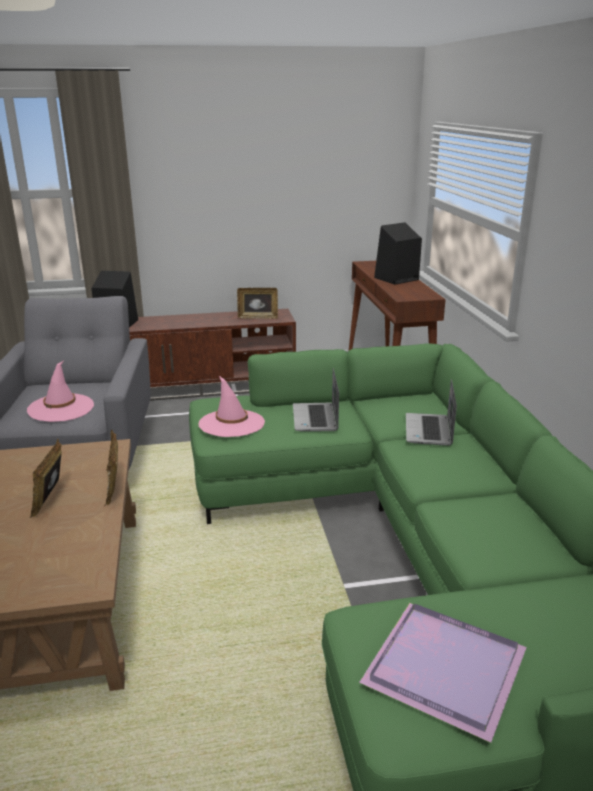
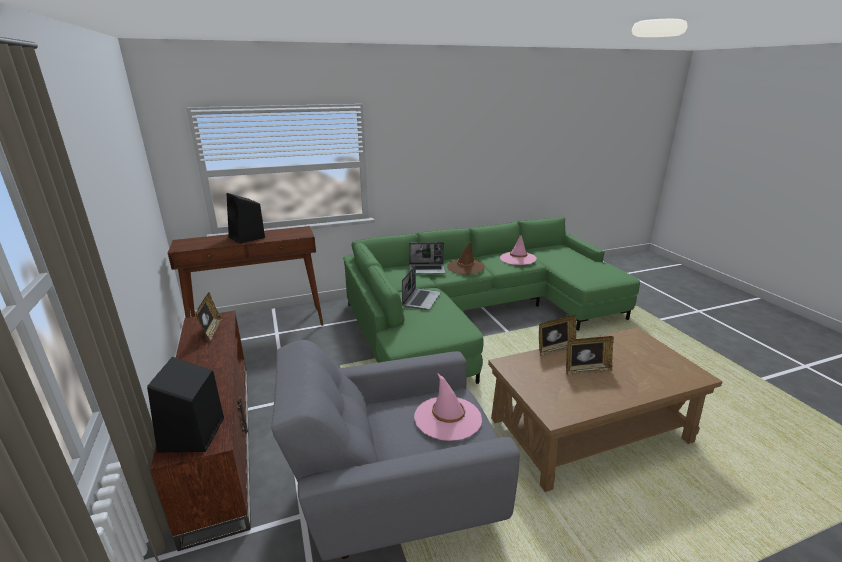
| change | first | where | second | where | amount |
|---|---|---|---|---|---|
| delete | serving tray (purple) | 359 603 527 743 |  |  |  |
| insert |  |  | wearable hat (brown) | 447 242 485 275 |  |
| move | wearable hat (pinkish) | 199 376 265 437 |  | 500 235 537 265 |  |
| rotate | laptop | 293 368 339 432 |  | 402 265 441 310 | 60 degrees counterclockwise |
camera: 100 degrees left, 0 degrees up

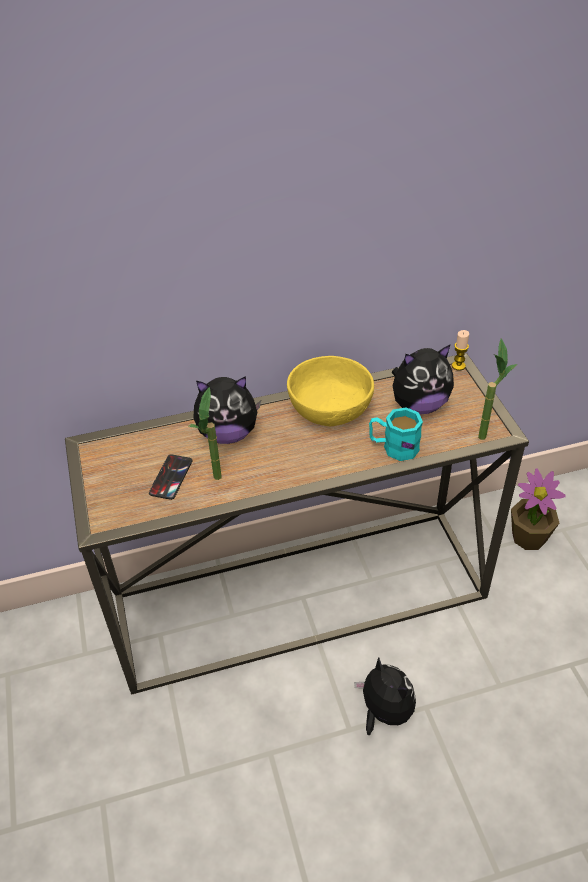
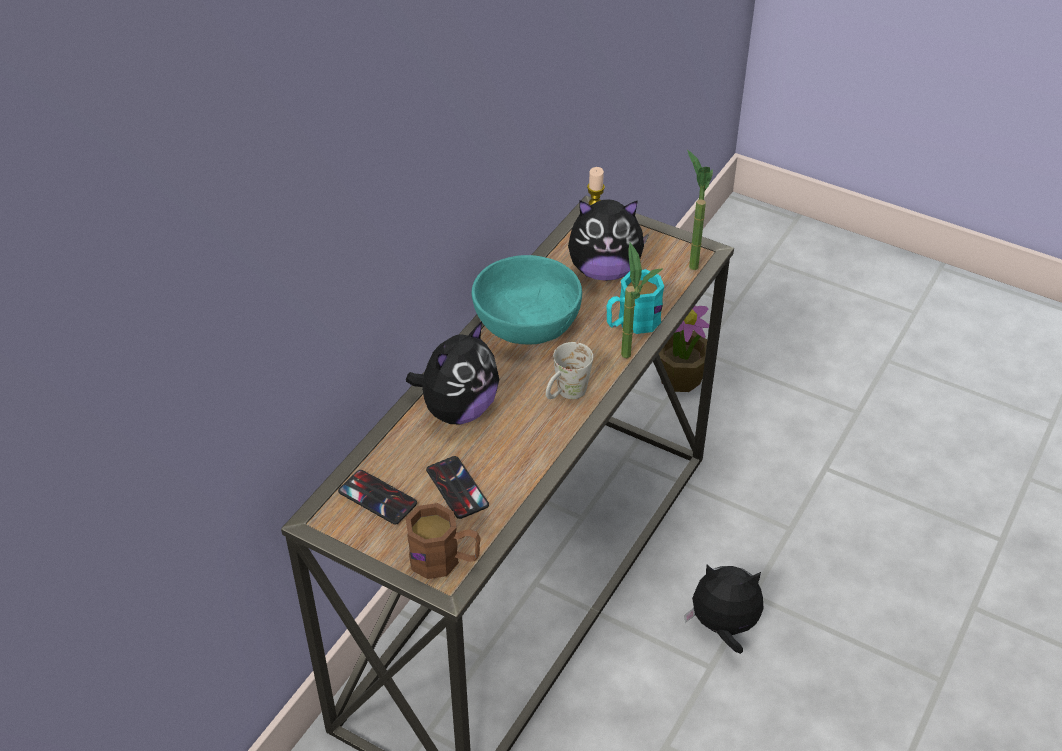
| change | first | where | second | where | amount |
|---|---|---|---|---|---|
| insert |  |  | phone | 338 470 417 525 |  |
| insert |  |  | coffee mug (brown) | 406 503 480 579 |  |
| insert |  |  | coffee mug (white-coloured) | 546 342 593 399 |  |
| move | potted plant | 189 387 222 480 |  | 621 243 662 358 |  |
| recolor | deep dish (yellowish) | 287 356 374 426 | deep dish (blue-green) | 471 255 582 345 |  |
| rotate | plush toy | 392 345 454 415 |  | 568 199 649 281 | 60 degrees clockwise |
camera: 45 degrees left, 0 degrees up

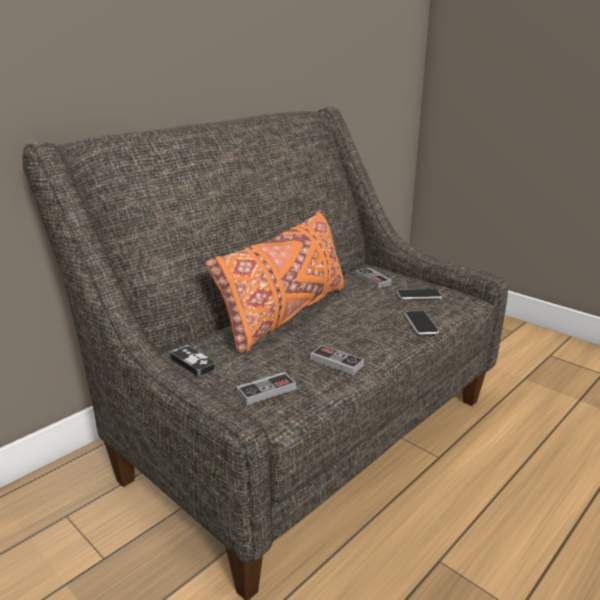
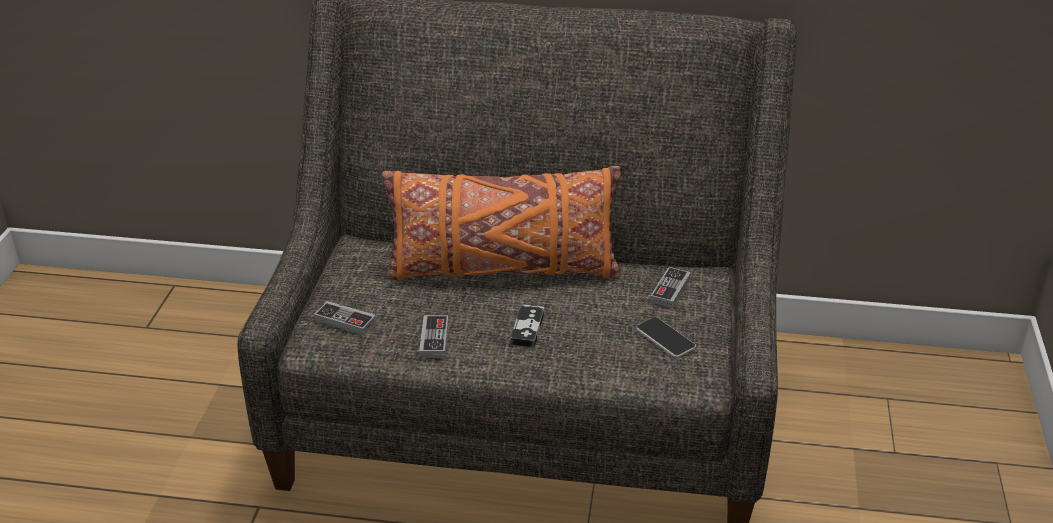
| change | first | where | second | where | amount |
|---|---|---|---|---|---|
| delete | phone | 405 311 439 335 |  |  |  |
| move | joypad | 170 345 216 377 |  | 510 304 544 348 |  |
camera: 55 degrees right, 10 degrees up

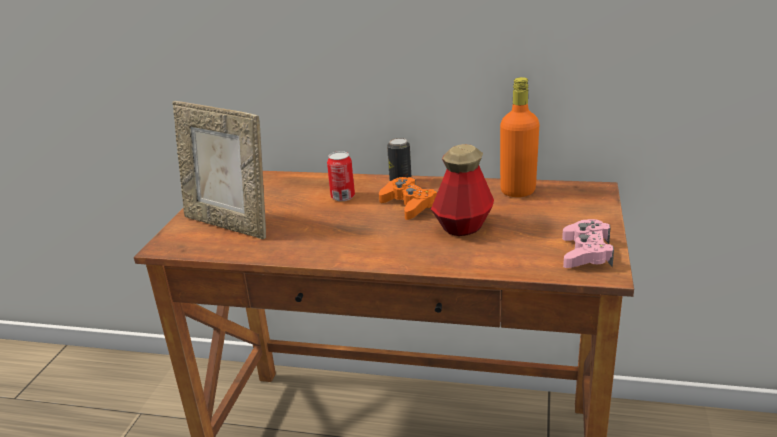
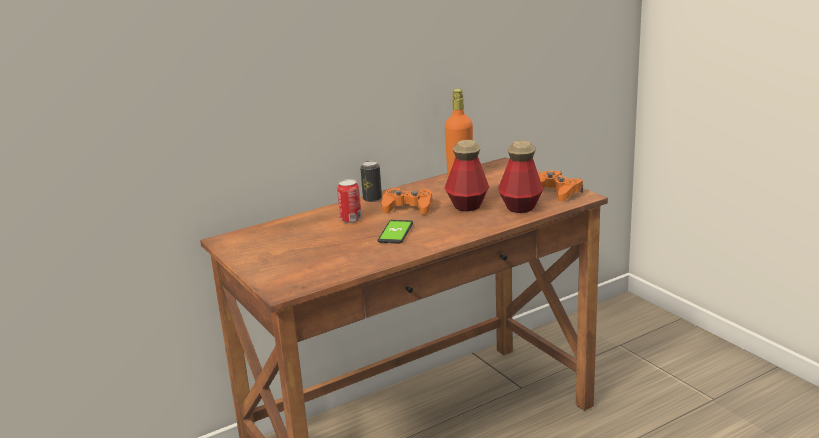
| change | first | where | second | where | amount |
|---|---|---|---|---|---|
| delete | photo frame | 173 101 266 239 |  |  |  |
| insert |  |  | phone | 378 220 413 244 |  |
| insert |  |  | bottle | 498 140 544 213 |  |
| recolor | joypad (pinkish) | 562 219 614 268 | joypad (orange) | 539 171 583 202 |  |
camera: 45 degrees left, 5 degrees down

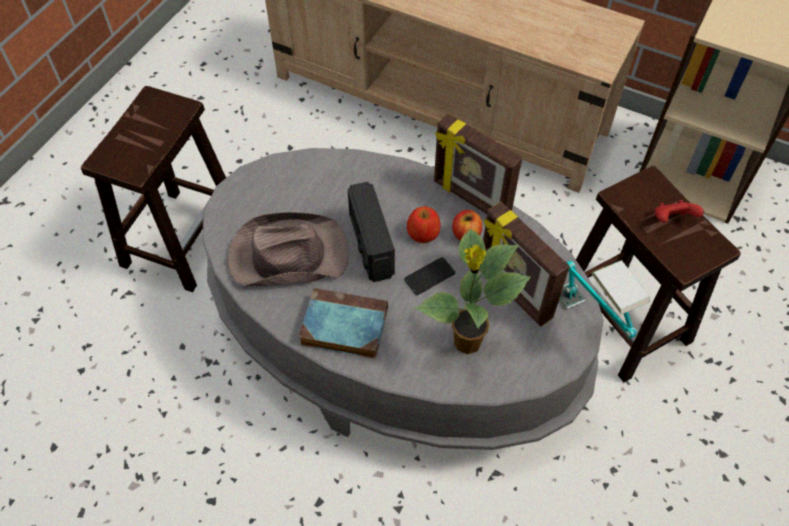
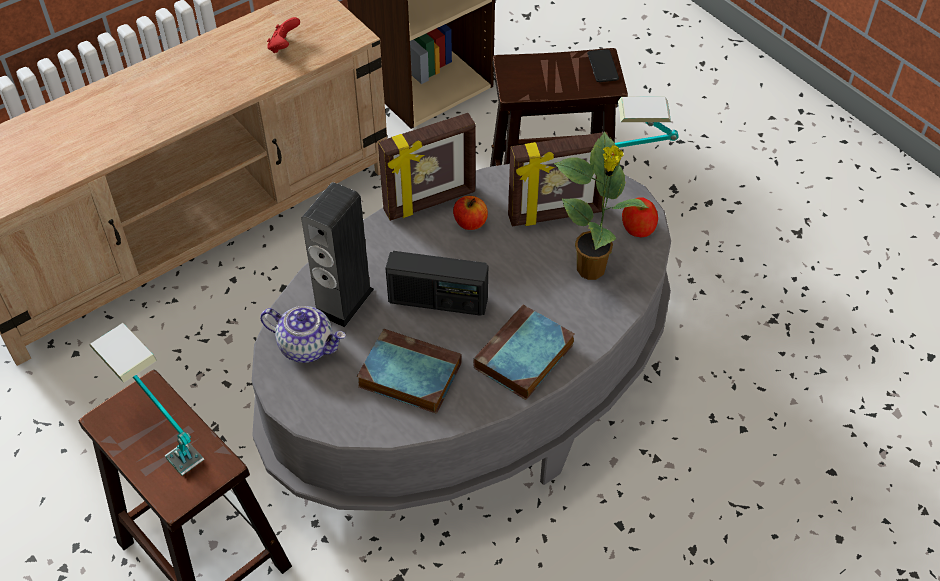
| change | first | where | second | where | amount |
|---|---|---|---|---|---|
| insert |  |  | table lamp | 89 323 204 476 |  |
| insert |  |  | pot for tea | 260 306 346 363 |  |
| insert |  |  | speaker | 301 182 374 328 |  |
| move | phone | 404 257 455 295 |  | 587 49 619 82 |  |
| move | apple | 407 206 440 243 |  | 622 197 658 237 |  |
| move | joypad (red-coloured) | 655 200 704 223 |  | 267 17 300 53 |  |
| replace | wearable hat (brown) | 227 212 348 286 | book | 357 329 462 414 |  |
camera: 65 degrees left, 5 degrees down

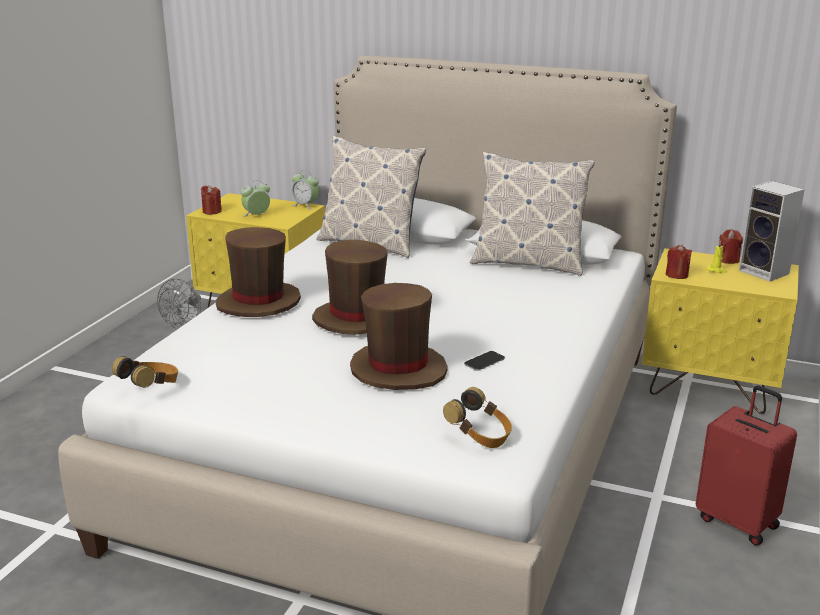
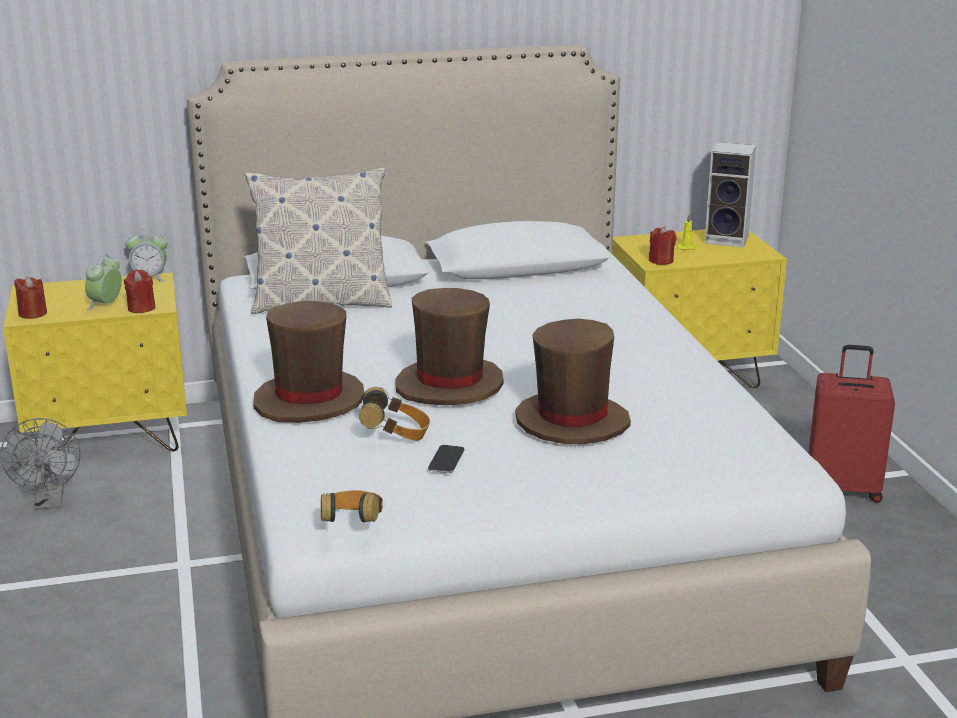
| change | first | where | second | where | amount |
|---|---|---|---|---|---|
| delete | throw pillow | 470 152 595 276 |  |  |  |
| move | headphones | 443 387 512 448 |  | 359 387 430 441 |  |
| move | phone | 464 351 505 371 |  | 428 445 464 473 |  |
| move | wax light (red-coloured) | 719 229 743 264 |  | 124 270 156 313 |  |
camera: 35 degrees left, 0 degrees up

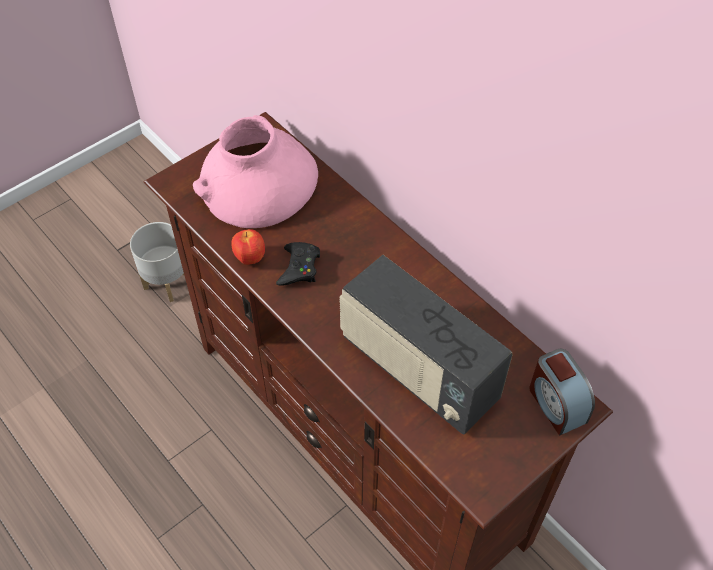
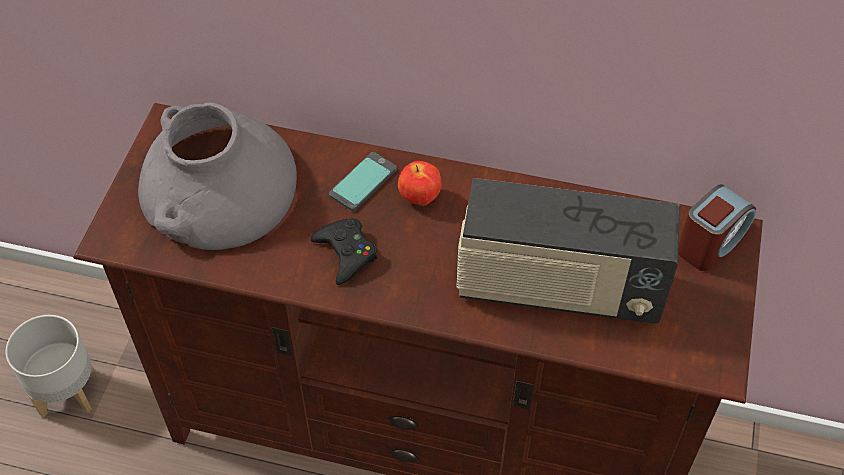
| change | first | where | second | where | amount |
|---|---|---|---|---|---|
| insert |  |  | phone | 329 152 397 212 |  |
| move | apple | 231 229 265 265 |  | 398 161 442 206 |  |
| recolor | decorative vase (pinkish) | 193 115 318 228 | decorative vase (greyish) | 138 103 297 250 |  |
| rotate | alarm clock | 529 349 595 435 |  | 678 184 756 271 | 75 degrees counterclockwise |
camera: 35 degrees left, 0 degrees up

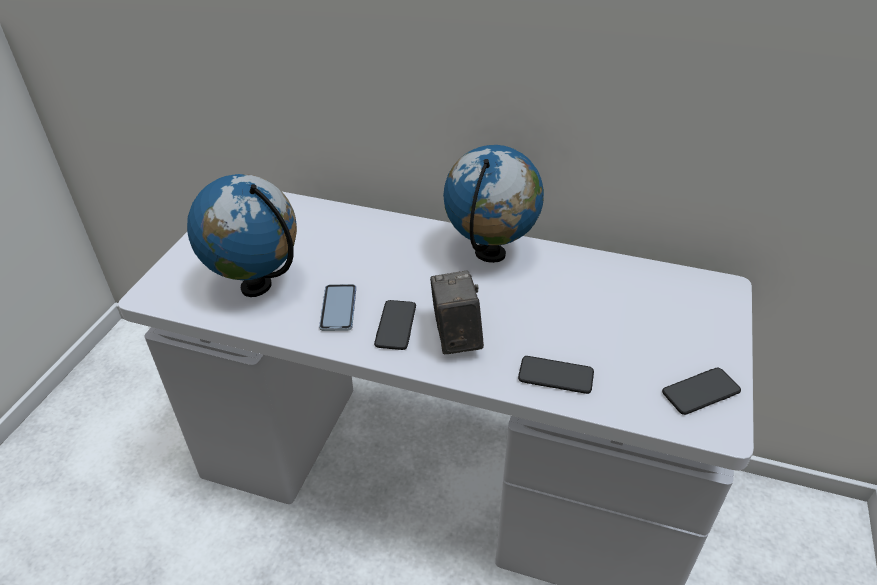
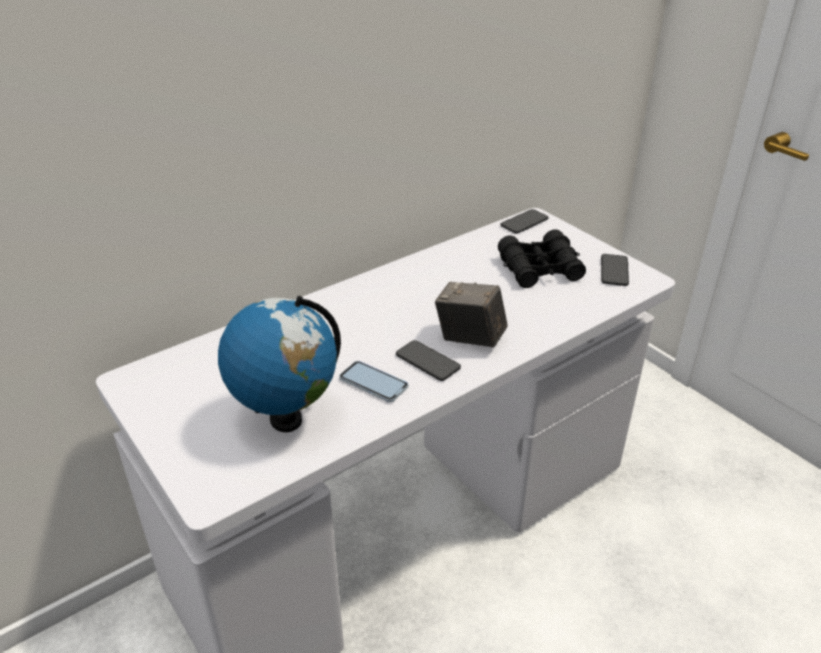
| change | first | where | second | where | amount |
|---|---|---|---|---|---|
| delete | globe | 443 145 544 263 |  |  |  |
| insert |  |  | binoculars (blackish) | 498 229 586 288 |  |
| move | phone | 518 356 594 394 |  | 500 209 549 234 |  |
camera: 55 degrees left, 5 degrees down

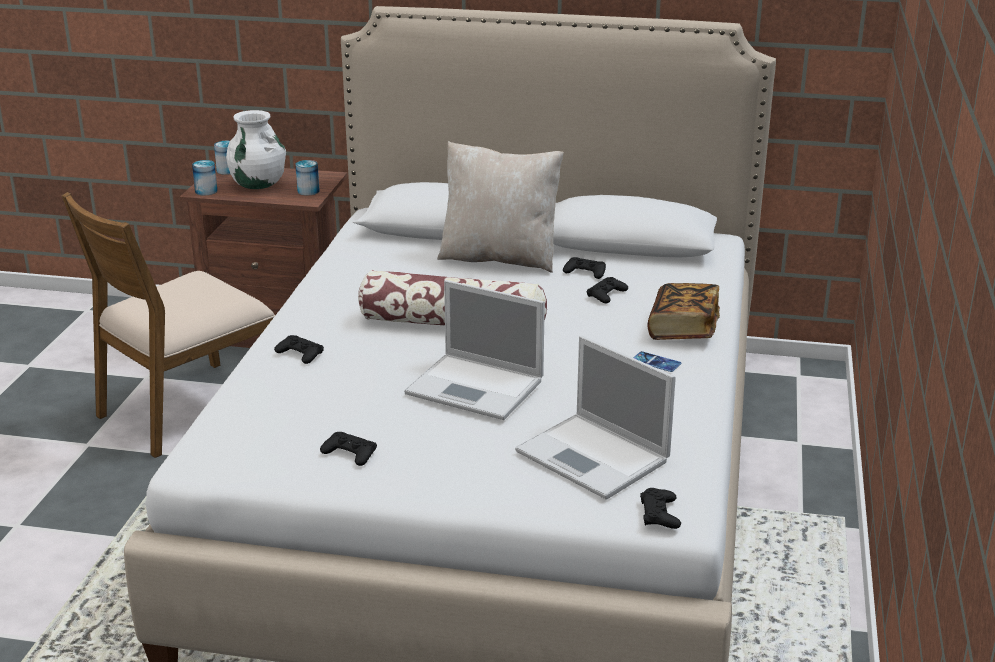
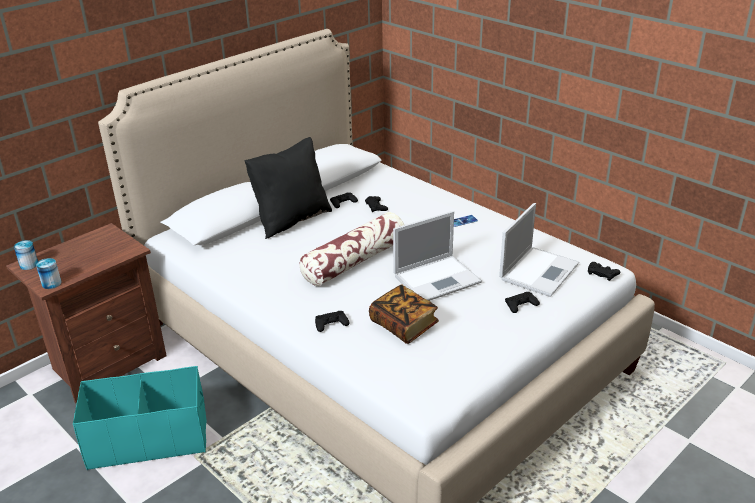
| change | first | where | second | where | amount |
|---|---|---|---|---|---|
| delete | decorative vase (white-coloured) | 226 110 286 189 |  |  |  |
| delete | can | 295 160 320 195 |  |  |  |
| move | joypad (blackish) | 320 432 377 466 |  | 505 292 540 313 |  |
| move | book | 648 283 720 340 |  | 369 285 439 344 |  |
| replace | upright chair (brown) | 61 192 275 458 | storage bin (blue-green) | 73 366 207 470 |  |
| recolor | throw pillow (beige-coloured) | 437 141 564 273 | throw pillow (blackish) | 244 137 332 239 |  |
| rotate | laptop | 515 336 676 500 |  | 499 203 579 297 | 45 degrees counterclockwise |
camera: 55 degrees left, 5 degrees up

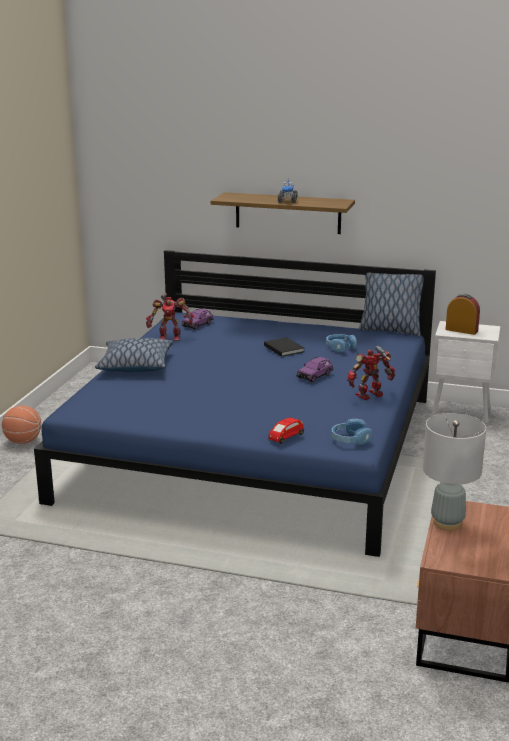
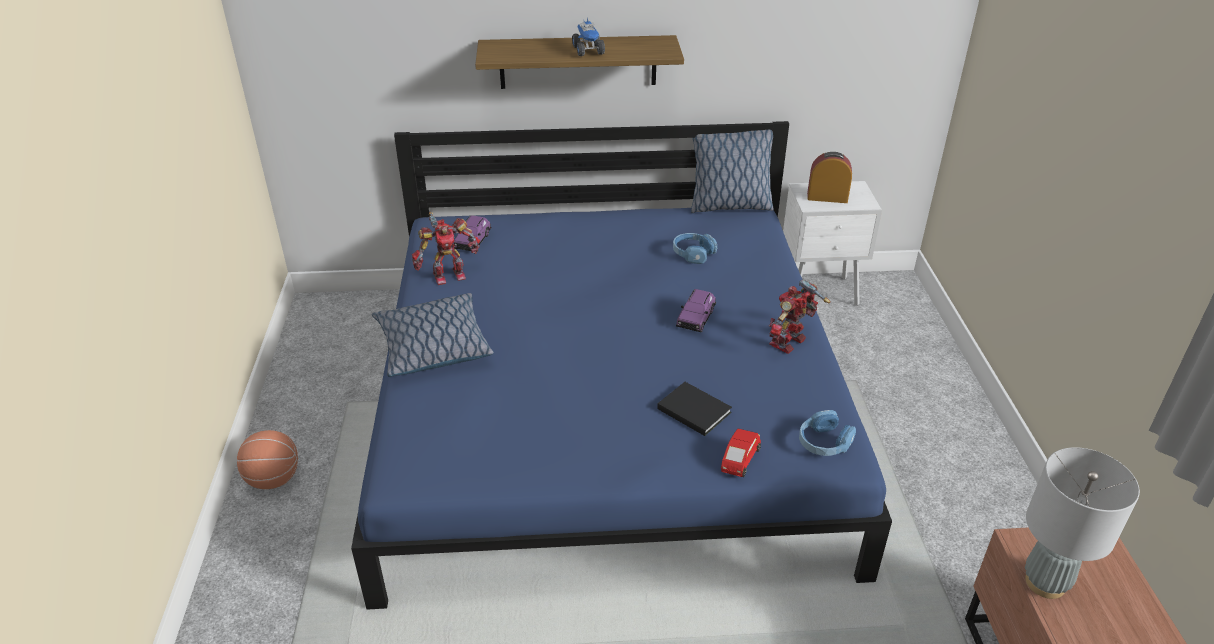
| change | first | where | second | where | amount |
|---|---|---|---|---|---|
| move | book (blackish) | 264 337 304 357 |  | 657 382 732 436 |  |
camera: 20 degrees left, 15 degrees up

